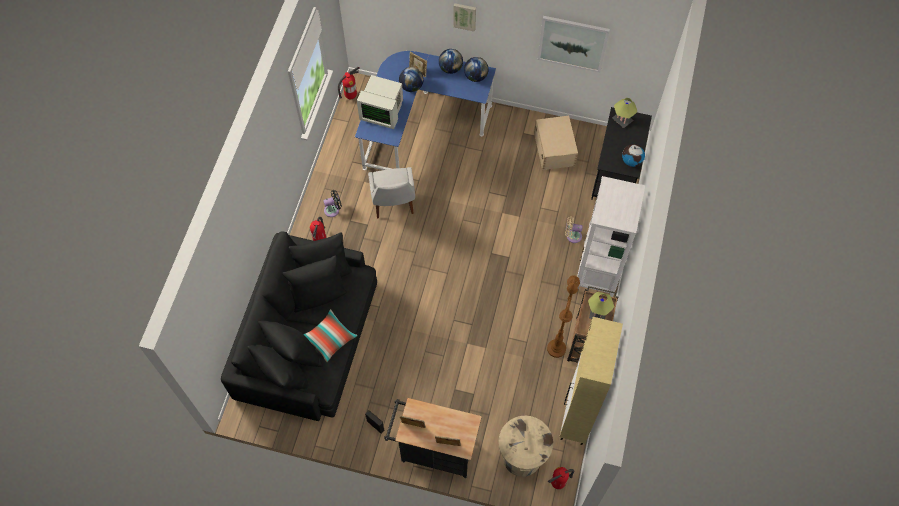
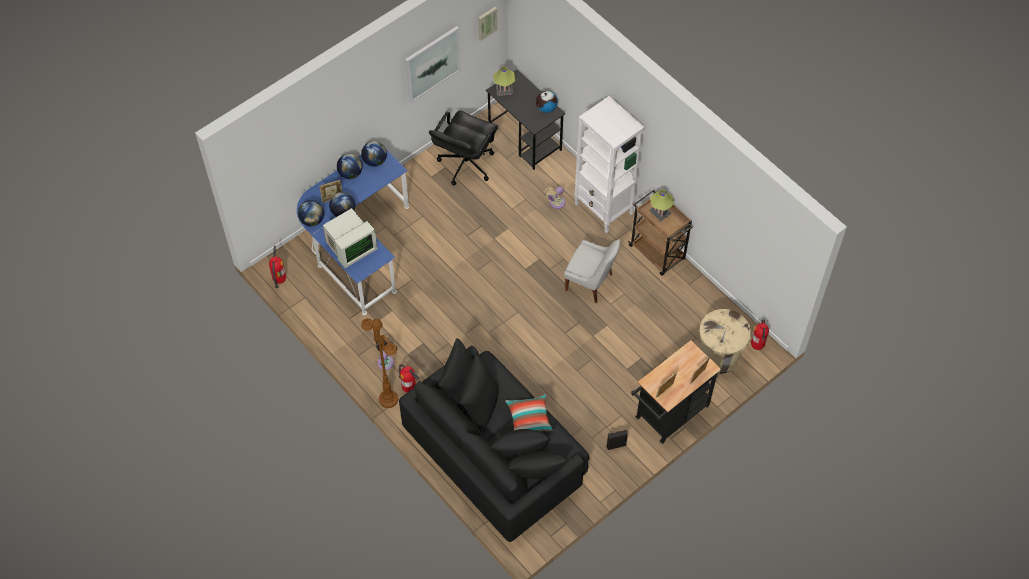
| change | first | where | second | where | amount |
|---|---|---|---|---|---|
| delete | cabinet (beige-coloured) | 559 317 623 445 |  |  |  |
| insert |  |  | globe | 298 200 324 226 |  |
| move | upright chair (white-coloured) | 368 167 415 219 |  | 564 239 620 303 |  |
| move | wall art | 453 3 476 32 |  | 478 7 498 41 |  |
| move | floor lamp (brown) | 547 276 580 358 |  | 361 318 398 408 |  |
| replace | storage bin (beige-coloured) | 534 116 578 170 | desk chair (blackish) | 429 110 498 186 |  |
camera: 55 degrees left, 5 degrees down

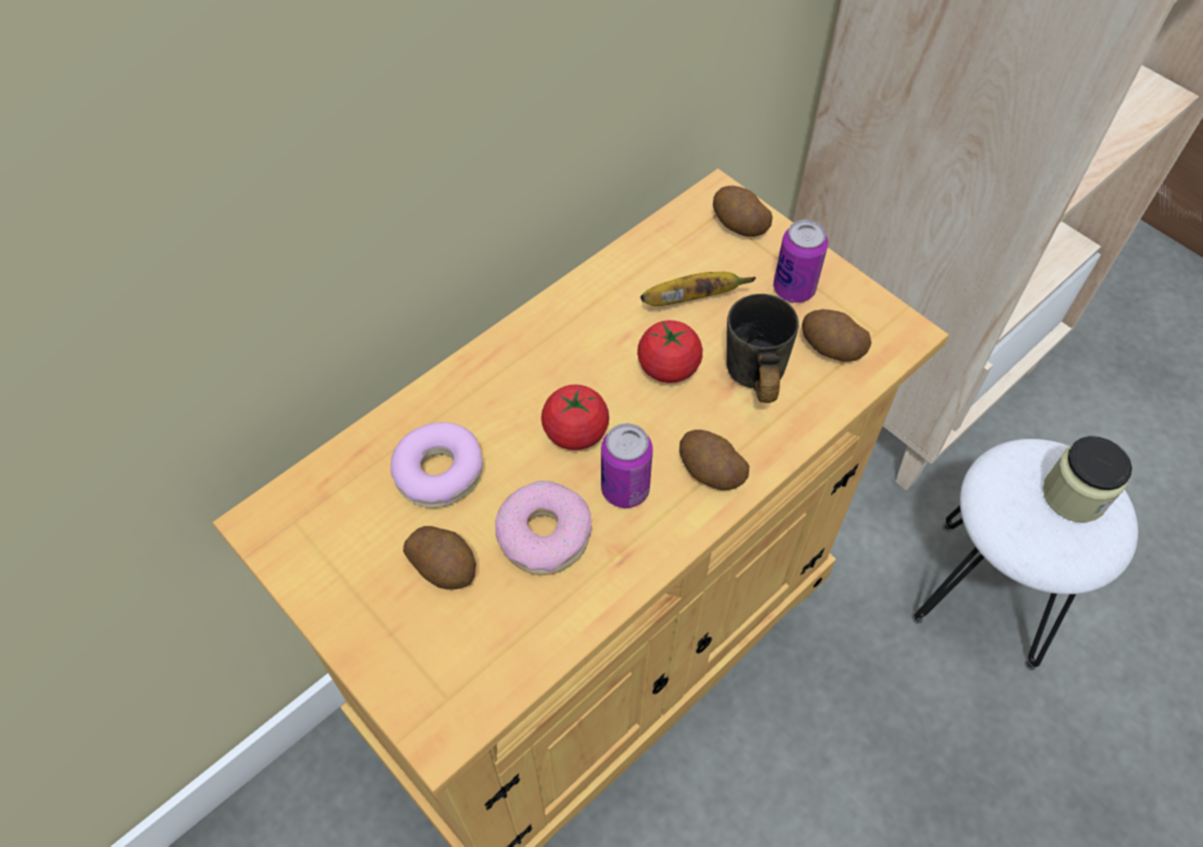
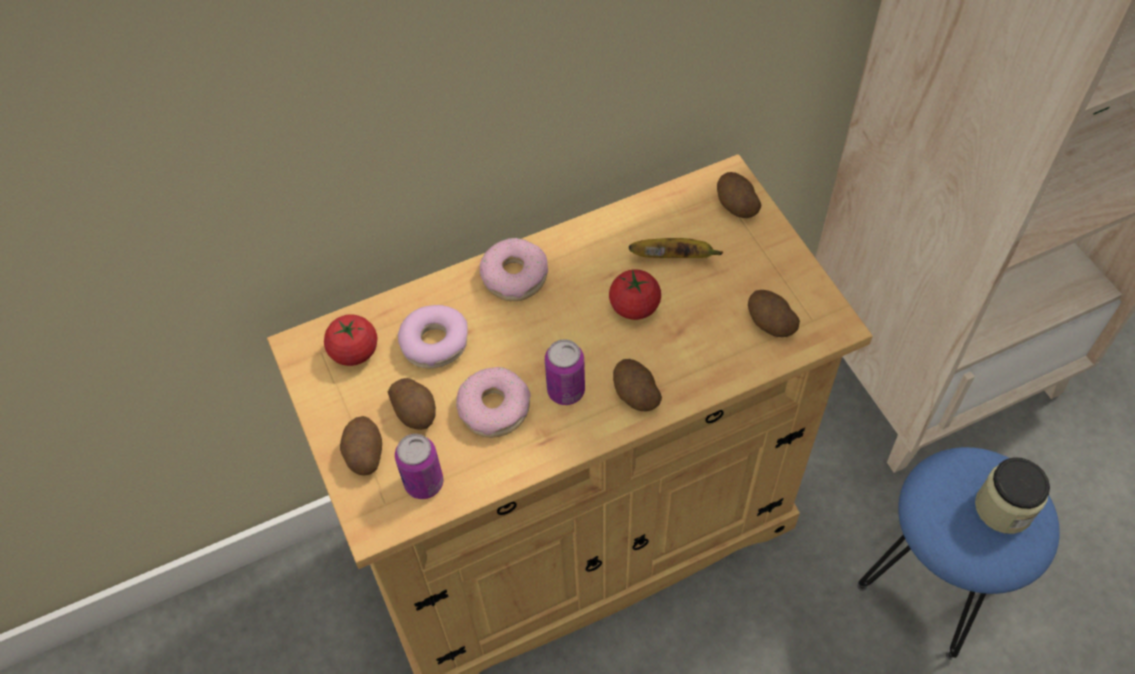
| change | first | where | second | where | amount |
|---|---|---|---|---|---|
| delete | coffee mug (greyish) | 727 294 799 403 |  |  |  |
| insert |  |  | potato | 340 416 382 476 |  |
| insert |  |  | ring doughnut | 480 238 548 301 |  |
| move | tomato | 541 384 609 450 |  | 324 315 378 366 |  |
| move | can | 773 220 828 303 |  | 395 434 444 499 |  |
| recolor | sitting stool (white-coloured) | 912 439 1138 670 | sitting stool (bluish) | 857 447 1060 660 |  |
camera: 20 degrees right, 0 degrees up

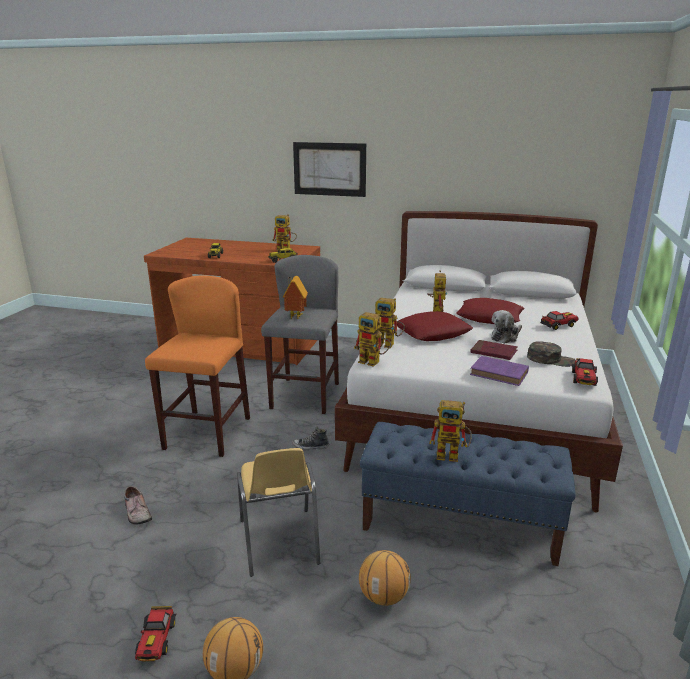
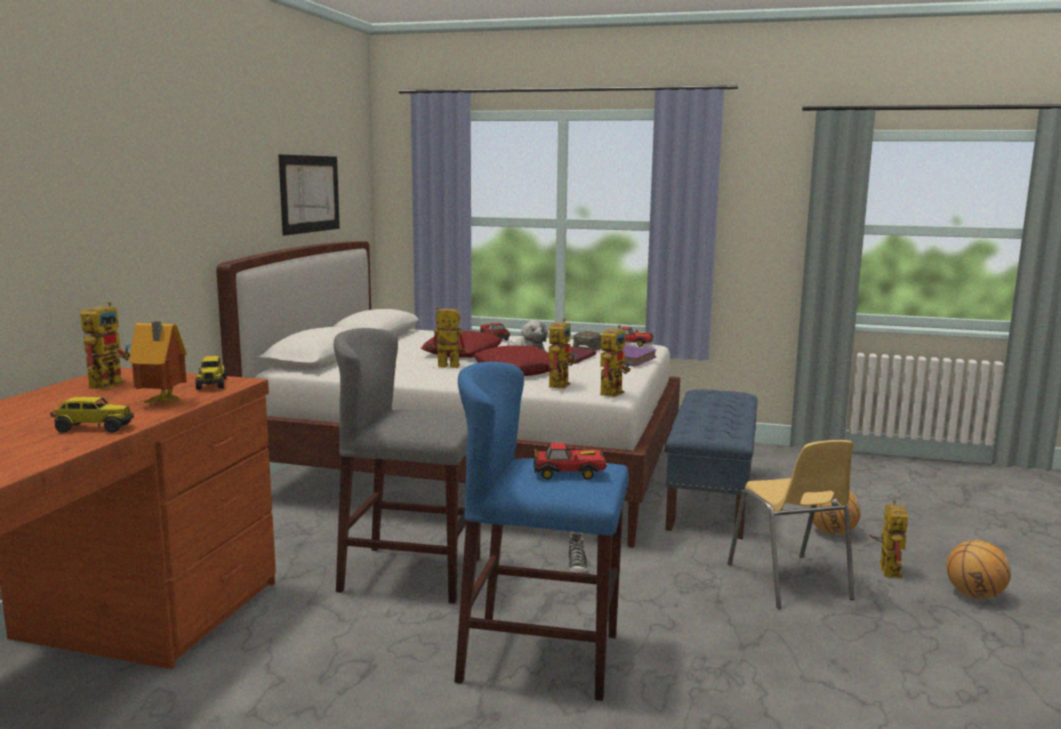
| change | first | where | second | where | amount |
|---|---|---|---|---|---|
| delete | item of footwear | 124 486 152 525 |  |  |  |
| move | model car | 135 606 176 661 |  | 534 443 607 480 |  |
| move | miniature house | 282 276 308 319 |  | 129 321 187 405 |  |
| move | wall art | 293 142 366 197 |  | 279 154 340 236 |  |
| move | model robot | 429 400 472 462 |  | 869 500 908 579 |  |
| recolor | sitting stool (orange) | 145 275 250 457 | sitting stool (bluish) | 454 362 629 701 |  |
| rotate | upright chair (yellowish) | 237 448 320 577 |  | 727 440 855 609 | 90 degrees clockwise |
camera: 90 degrees left, 10 degrees down

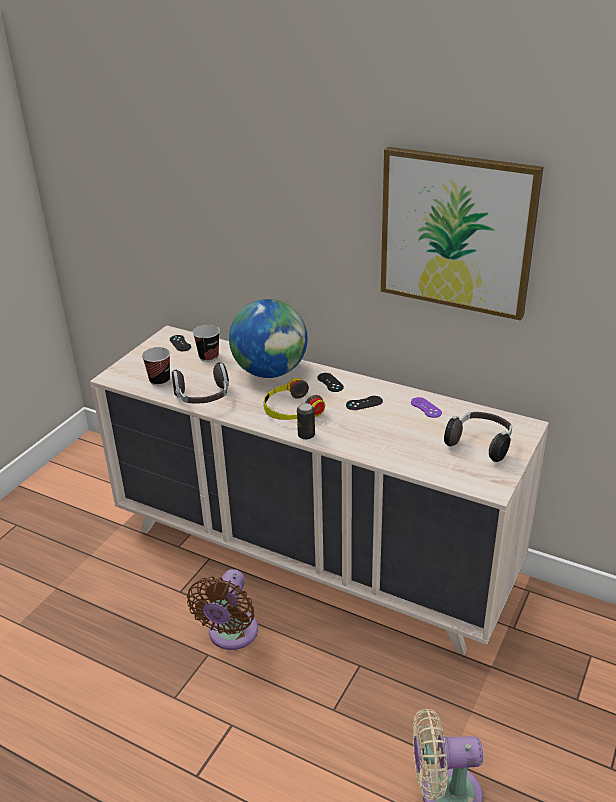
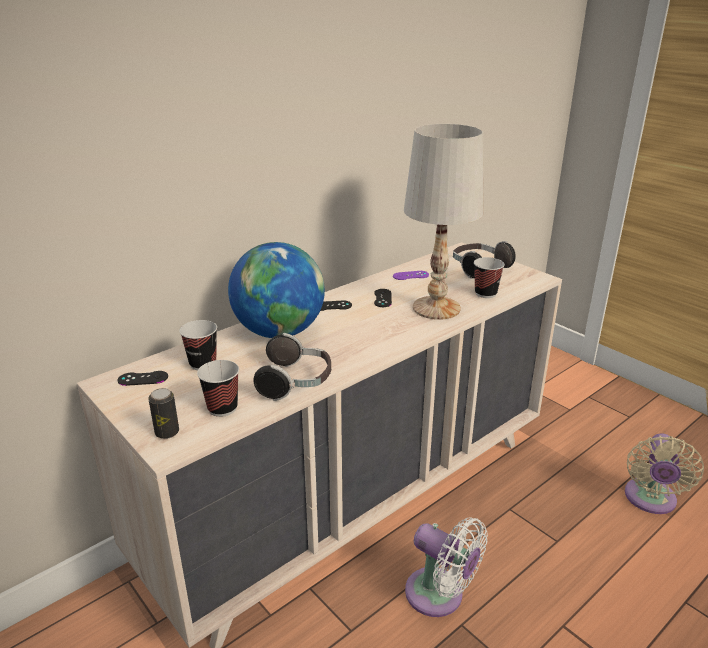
| change | first | where | second | where | amount |
|---|---|---|---|---|---|
| delete | headphones | 263 378 325 420 |  |  |  |
| delete | wall art | 381 147 543 321 |  |  |  |
| insert |  |  | table lamp (white-coloured) | 404 124 483 320 |  |
| insert |  |  | drinking cup | 474 257 505 298 |  |
| move | can | 297 403 315 440 |  | 148 388 179 439 |  |
| recolor | fan (brown) | 187 569 258 650 | fan (white-coloured) | 405 517 488 617 |  |
camera: 70 degrees left, 5 degrees down

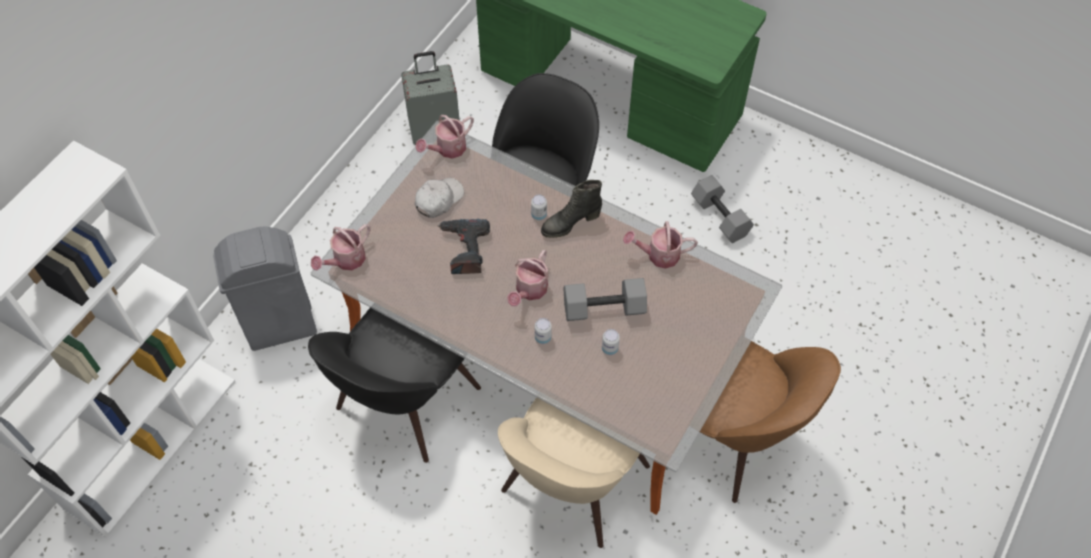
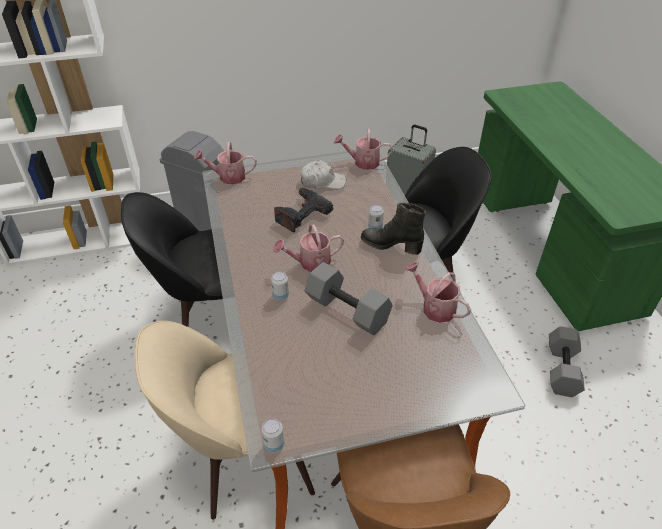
| change | first | where | second | where | amount |
|---|---|---|---|---|---|
| move | can | 602 329 620 355 |  | 261 418 284 453 |  |
camera: 45 degrees right, 15 degrees down

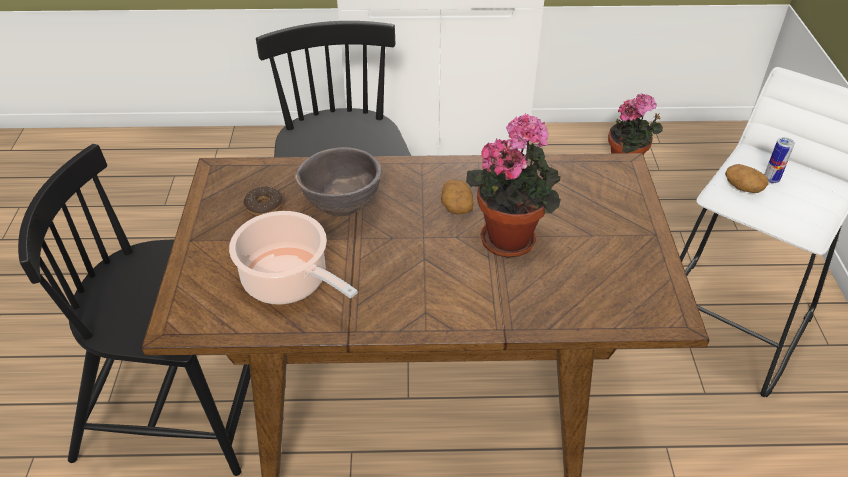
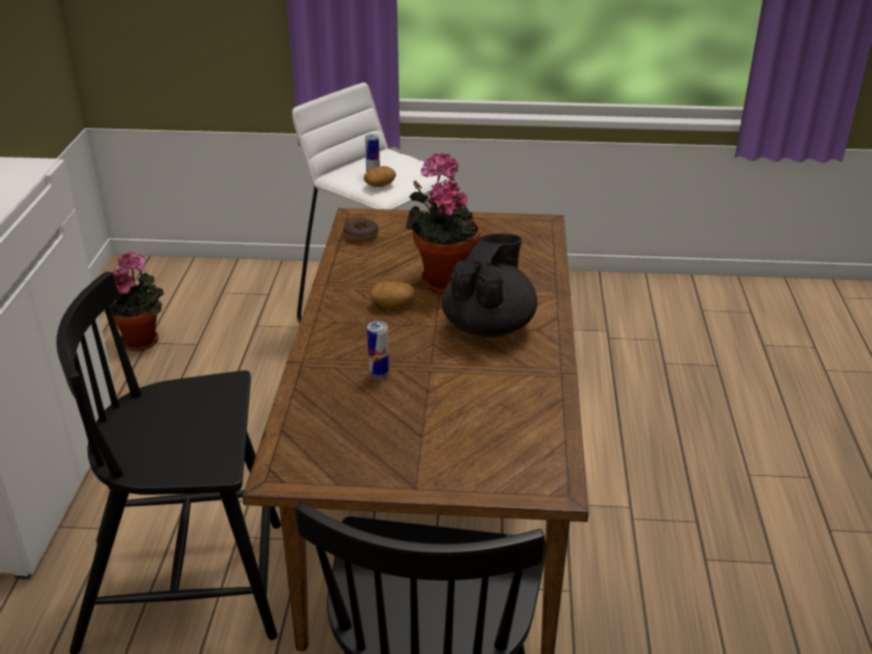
| change | first | where | second | where | amount |
|---|---|---|---|---|---|
| delete | cooking pot | 229 211 358 305 |  |  |  |
| insert |  |  | pot for tea (blackish) | 442 233 538 338 |  |
| move | ring doughnut | 243 187 283 216 |  | 343 218 378 242 |  |
| replace | deep dish (brown) | 295 147 382 217 | can | 367 321 389 379 |  |
camera: 85 degrees left, 10 degrees down

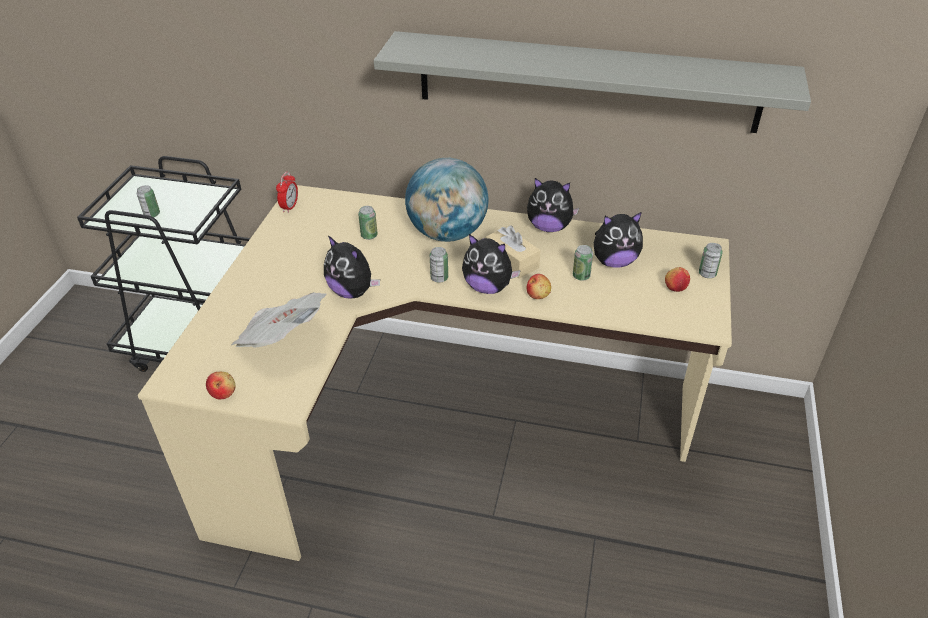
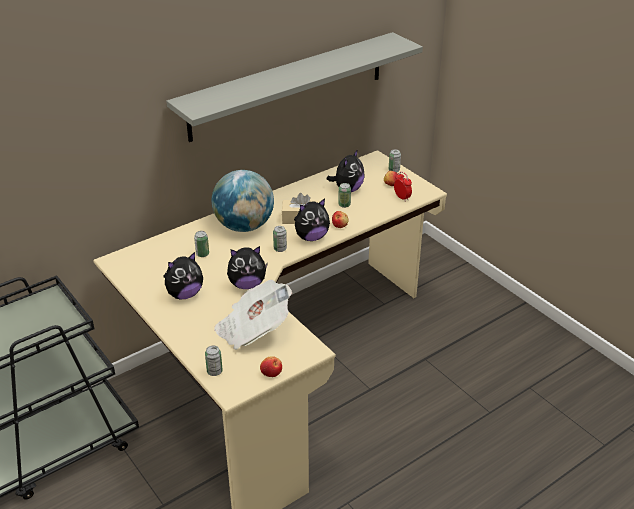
| change | first | where | second | where | amount |
|---|---|---|---|---|---|
| move | can | 137 185 160 217 |  | 205 345 223 376 |  |
| move | alarm clock | 276 172 298 213 |  | 394 171 412 201 |  |
| move | plush toy | 527 178 579 232 |  | 163 252 203 299 |  |
camera: 50 degrees left, 5 degrees down

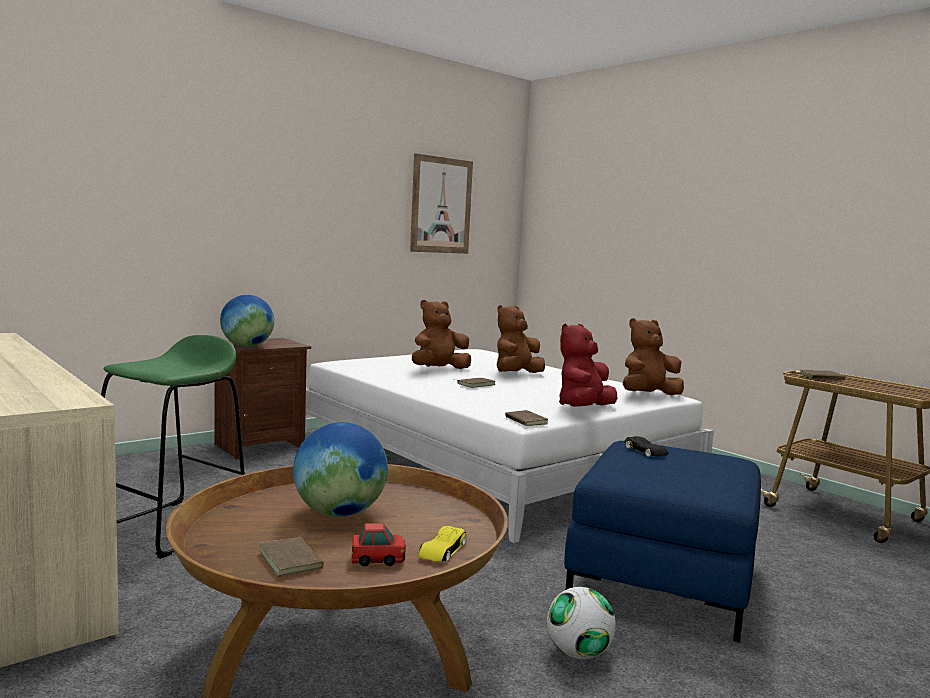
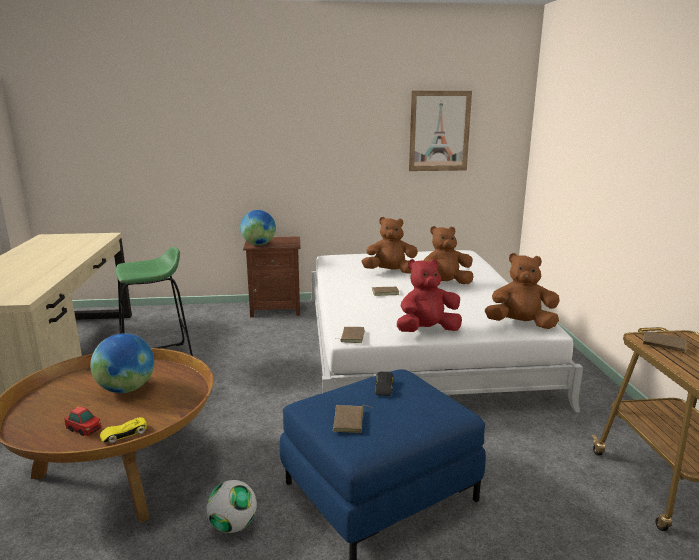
| change | first | where | second | where | amount |
|---|---|---|---|---|---|
| move | book (brown) | 259 534 324 577 |  | 333 405 372 433 |  |
camera: 35 degrees right, 10 degrees up

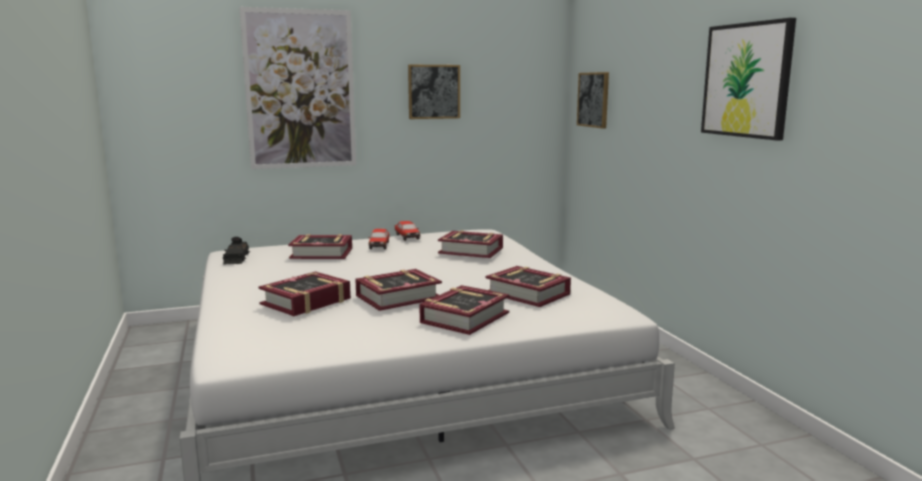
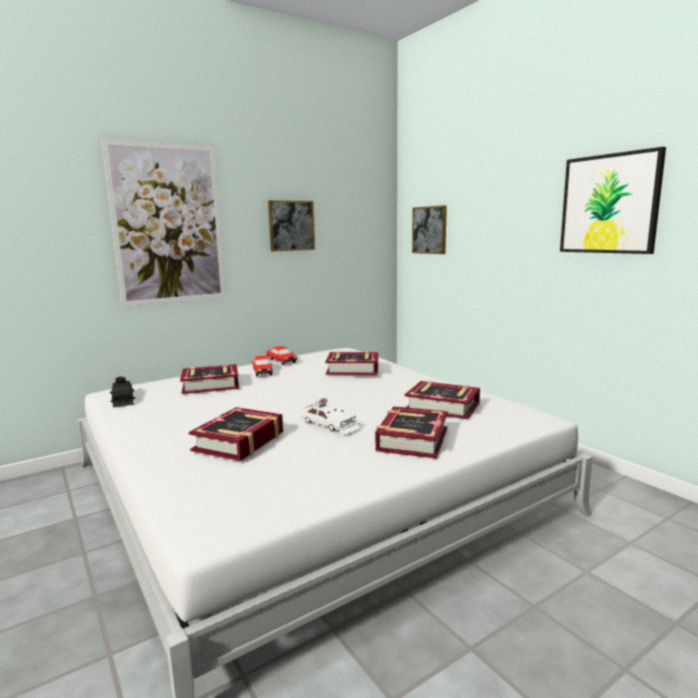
| change | first | where | second | where | amount |
|---|---|---|---|---|---|
| replace | book | 355 269 442 311 | model car (white-coloured) | 301 398 359 435 |  |
camera: 15 degrees left, 0 degrees up

